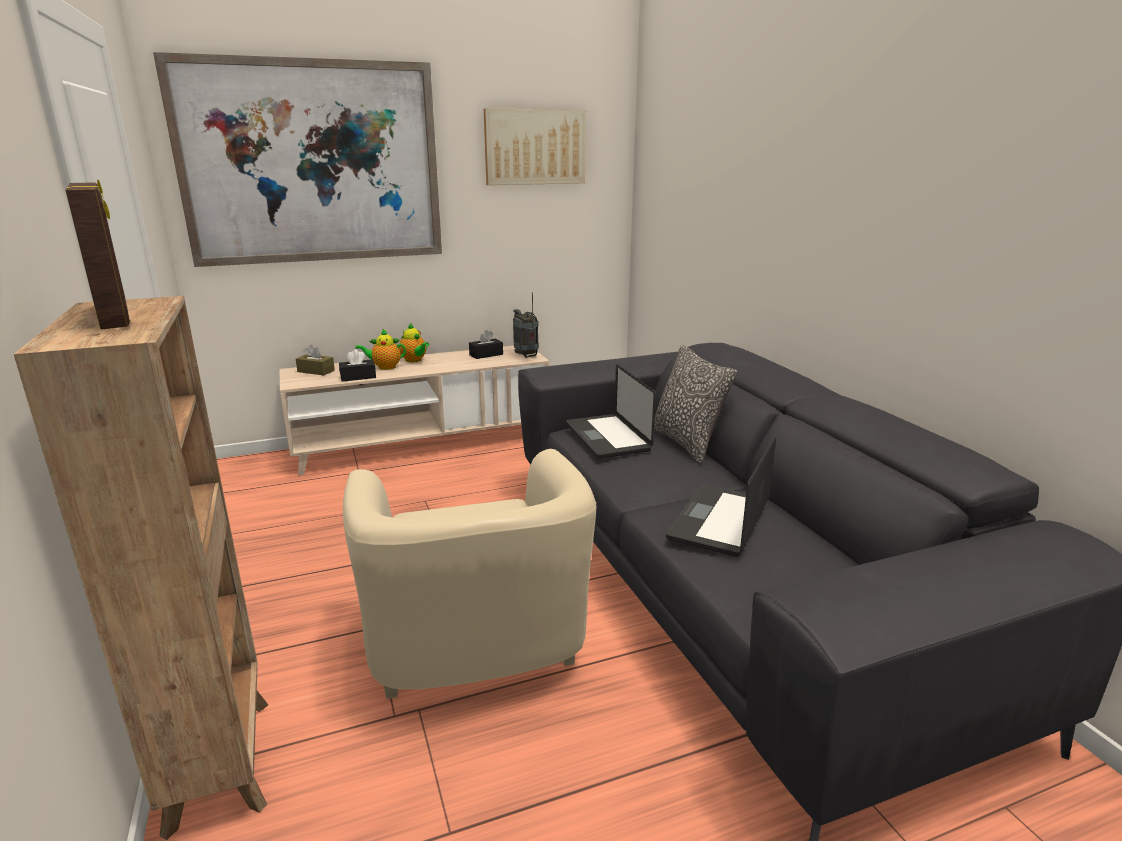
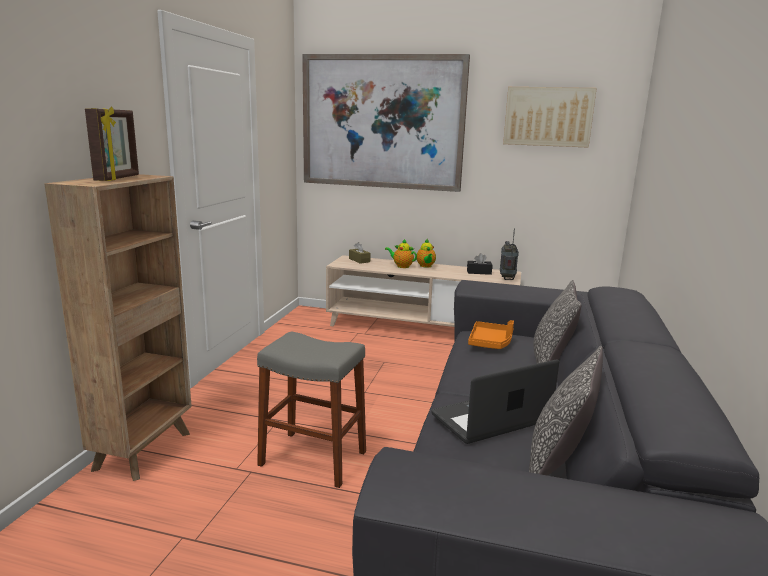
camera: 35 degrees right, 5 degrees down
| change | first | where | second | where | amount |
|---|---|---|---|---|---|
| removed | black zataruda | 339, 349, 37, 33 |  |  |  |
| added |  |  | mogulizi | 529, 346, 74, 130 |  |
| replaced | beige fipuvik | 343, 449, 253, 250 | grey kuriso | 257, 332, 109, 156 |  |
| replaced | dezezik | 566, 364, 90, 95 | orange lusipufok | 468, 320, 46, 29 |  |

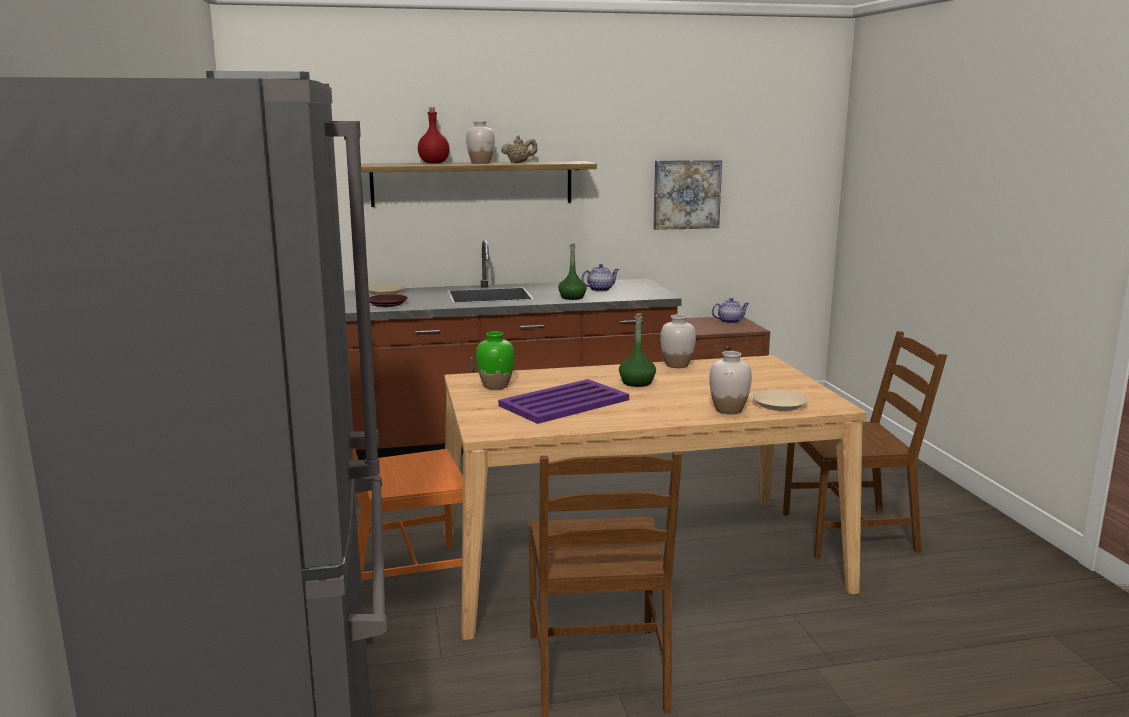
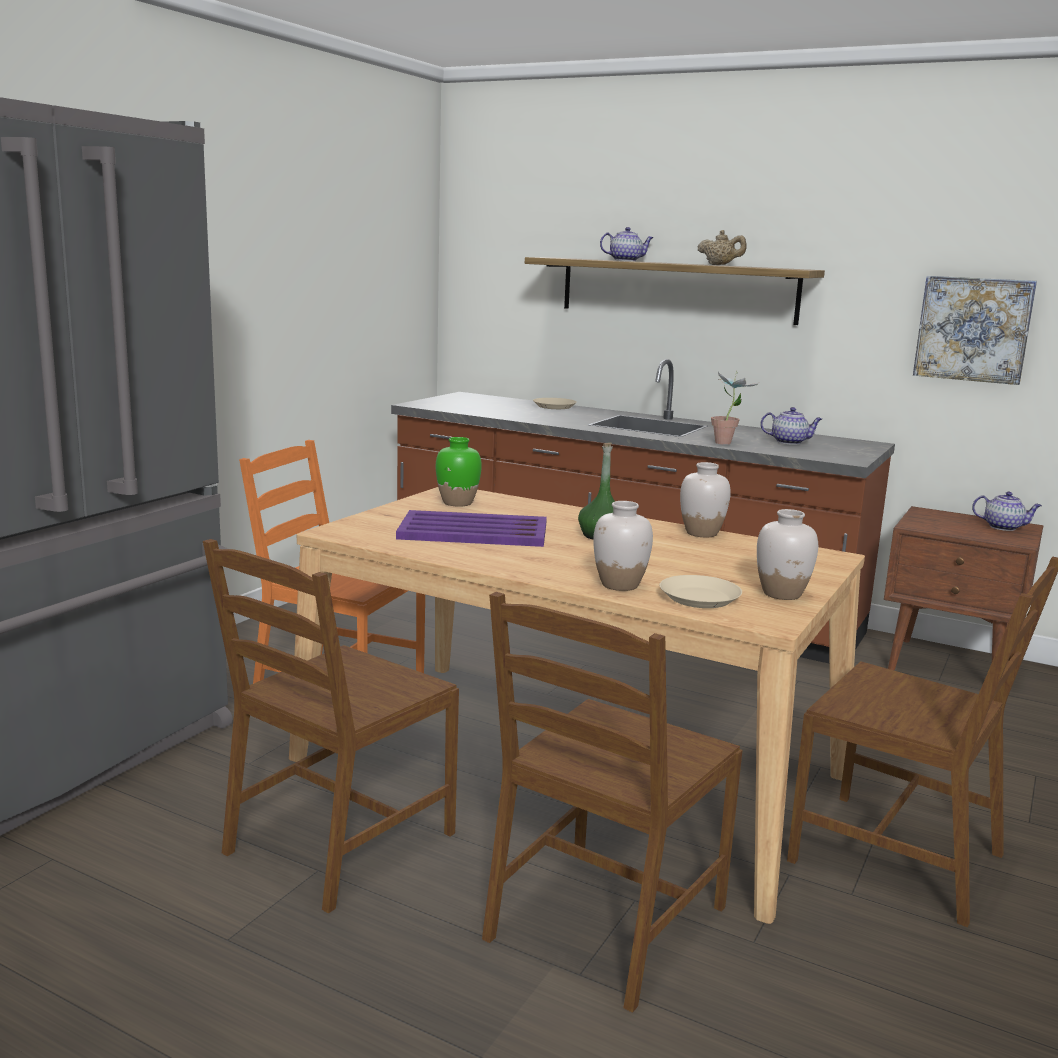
camera: 40 degrees right, 0 degrees up
| change | first | where | second | where | amount |
|---|---|---|---|---|---|
| removed | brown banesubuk | 369, 294, 39, 13 |  |  |  |
| added |  |  | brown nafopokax | 482, 592, 260, 421 |  |
| moved | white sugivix | 466, 121, 29, 43 |  | 757, 509, 61, 91 |  |
| replaced | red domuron | 418, 108, 32, 56 | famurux | 600, 227, 54, 34 |  |
| replaced | green domuron | 558, 243, 29, 57 | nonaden | 711, 371, 49, 74 |  |

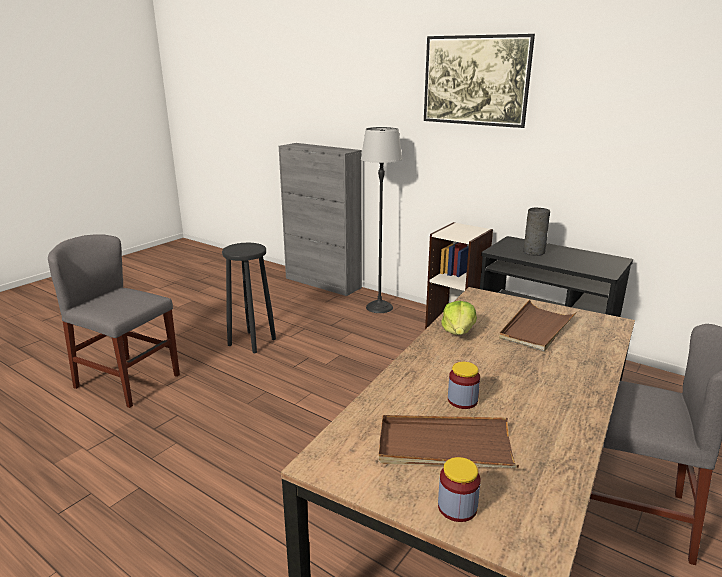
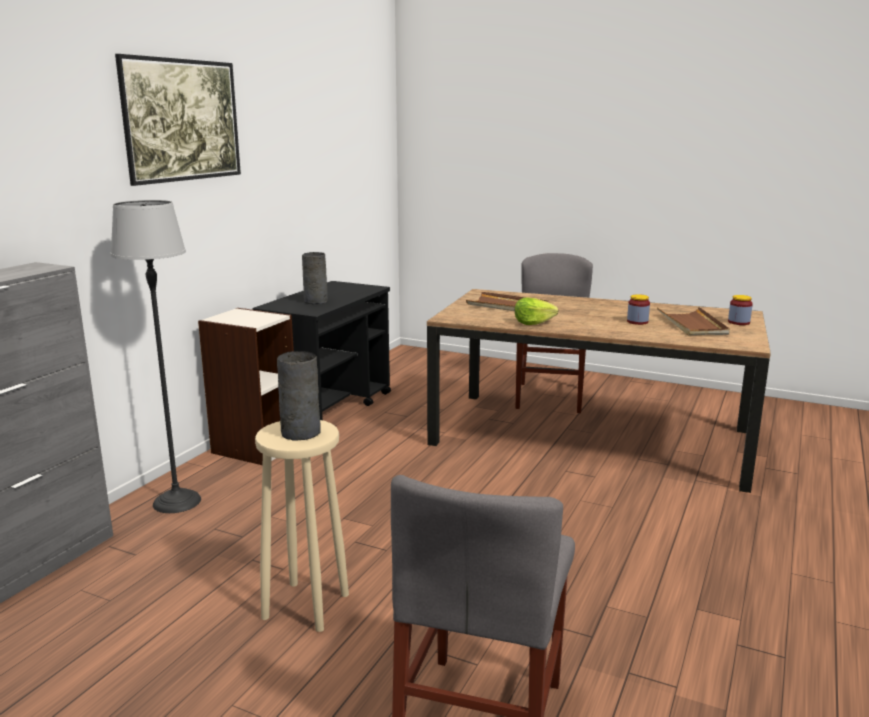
camera: 100 degrees left, 5 degrees down
| change | first | where | second | where | amount |
|---|---|---|---|---|---|
| added |  |  | grey sugivix | 277, 351, 44, 90 |  |
| recoloured | black kuriso | 222, 243, 54, 110 | beige kuriso | 255, 420, 94, 212 |  |

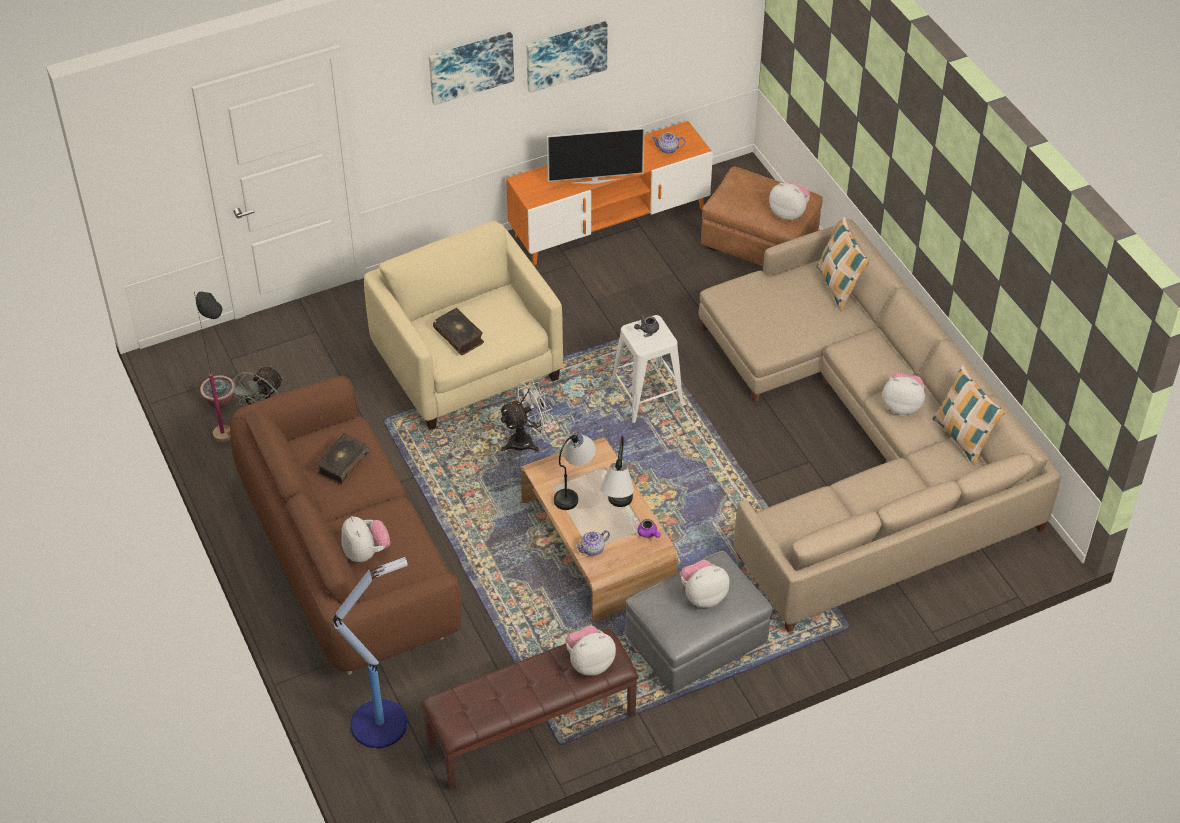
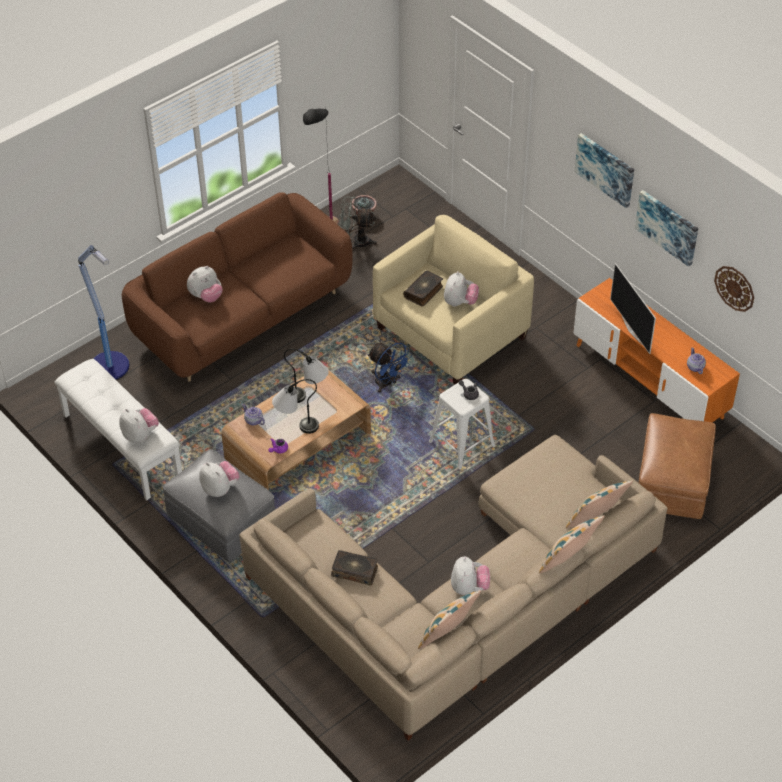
camera: 75 degrees right, 0 degrees up
| change | first | where | second | where | amount |
|---|---|---|---|---|---|
| added |  |  | mogulizi | 539, 515, 66, 58 |  |
| added |  |  | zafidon | 714, 266, 40, 46 |  |
| moved | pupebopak | 316, 433, 54, 52 |  | 331, 550, 47, 36 |  |
| moved | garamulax | 769, 182, 41, 38 |  | 444, 271, 35, 36 |  |
| recoloured | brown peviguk | 421, 628, 218, 162 | white peviguk | 54, 359, 128, 141 |  |
| recoloured | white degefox | 498, 379, 56, 73 | blue degefox | 367, 343, 45, 50 |  |

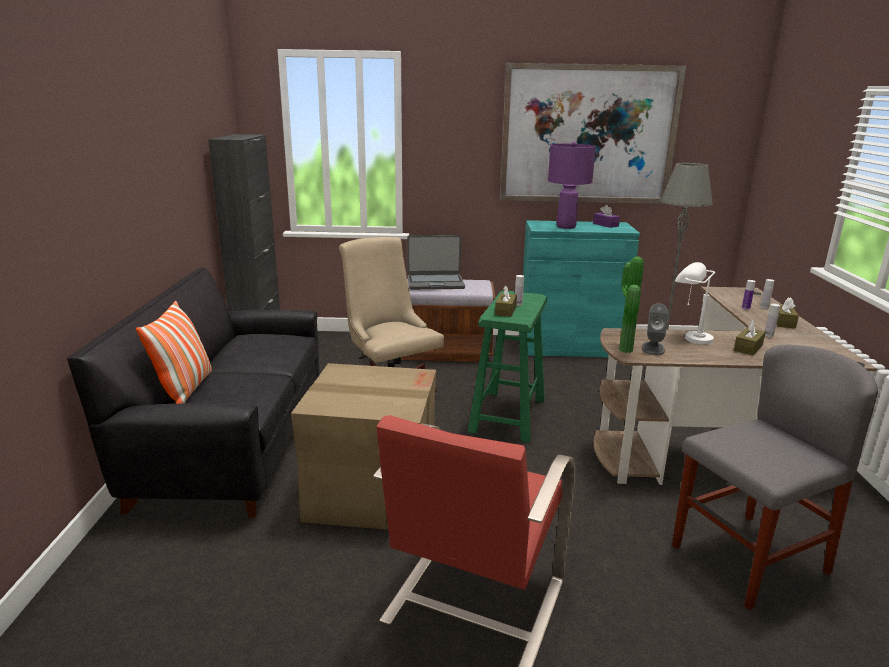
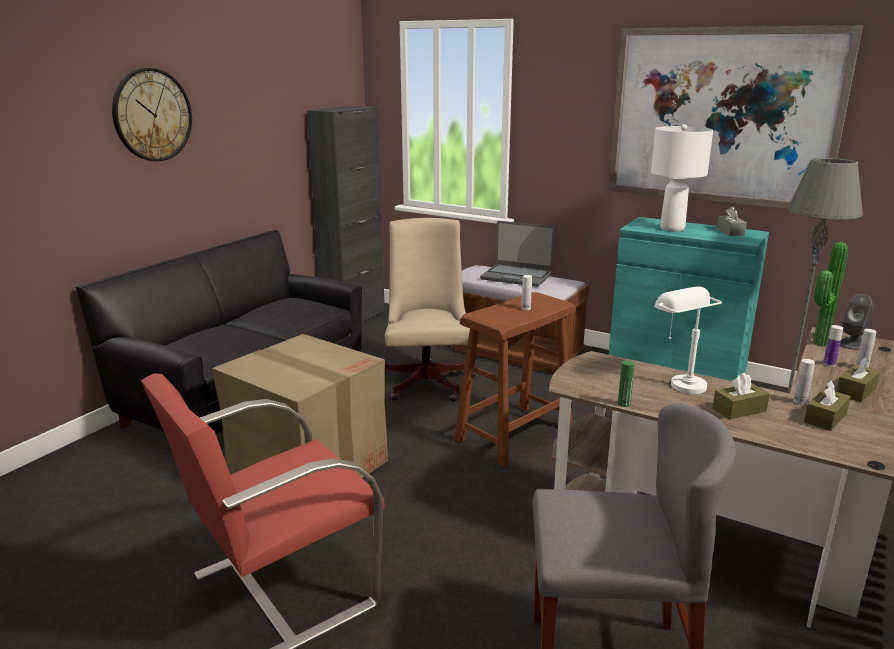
camera: 30 degrees right, 0 degrees up
| change | first | where | second | where | amount |
|---|---|---|---|---|---|
| removed | mogulizi | 136, 301, 76, 103 |  |  |  |
| added |  |  | zafidon | 112, 68, 80, 93 |  |
| added |  |  | green domuron | 618, 360, 16, 47 |  |
| moved | brown zataruda | 495, 285, 22, 32 |  | 804, 380, 47, 51 |  |
| moved | nonaden | 619, 257, 25, 96 |  | 813, 242, 35, 104 |  |
| moved | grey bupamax | 642, 303, 26, 52 |  | 840, 294, 34, 56 |  |
| recoloured | green kuriso | 468, 291, 79, 152 | brown kuriso | 454, 292, 122, 175 |  |
| recoloured | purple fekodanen | 548, 142, 48, 87 | white fekodanen | 651, 124, 62, 108 |  |
| recoloured | purple zataruda | 593, 205, 27, 23 | grey zataruda | 717, 206, 30, 30 |  |

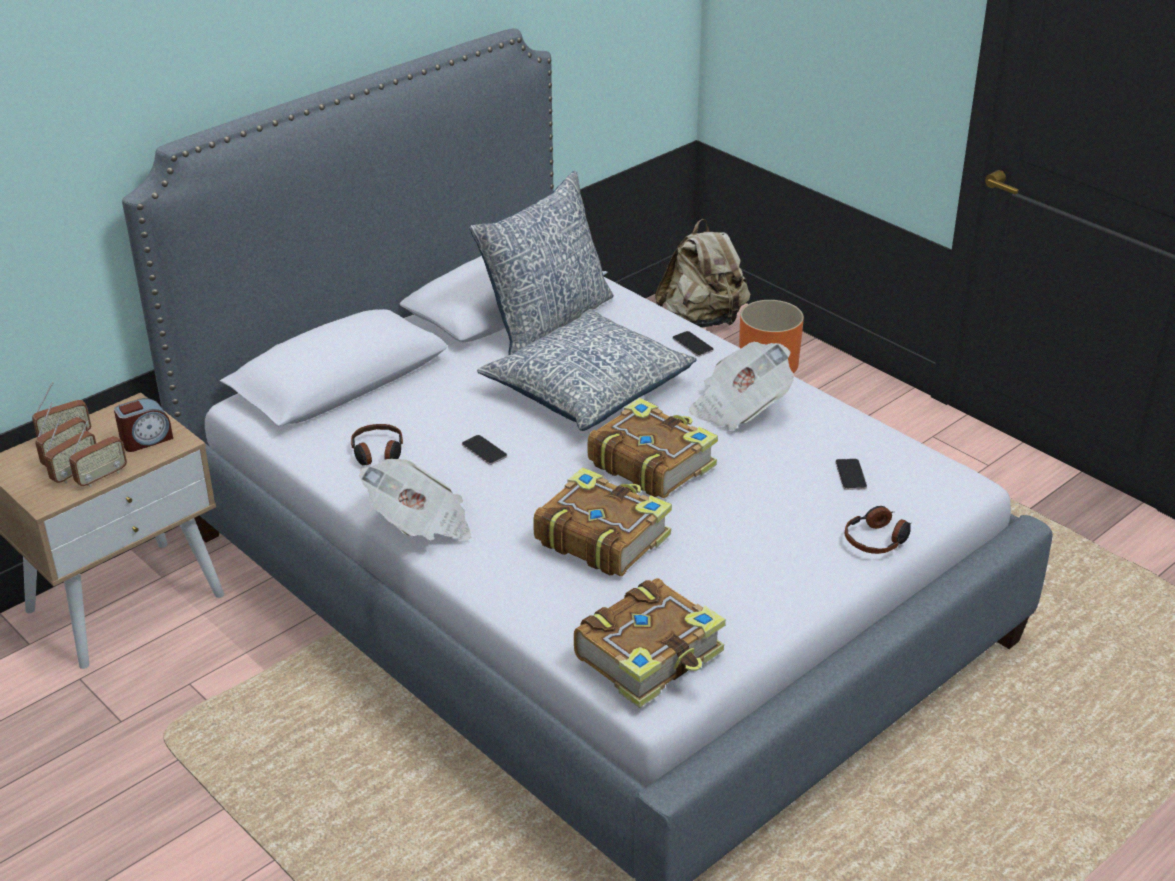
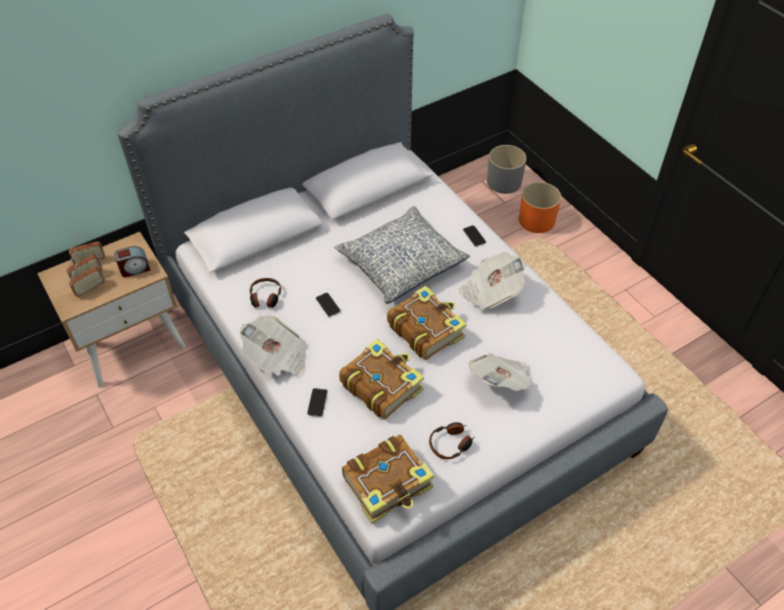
camera: 10 degrees right, 15 degrees up
| change | first | where | second | where | amount |
|---|---|---|---|---|---|
| removed | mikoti | 69, 420, 58, 67 |  |  |  |
| removed | mogulizi | 469, 171, 145, 185 |  |  |  |
| added |  |  | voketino | 468, 353, 64, 38 |  |
| moved | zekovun | 835, 459, 32, 31 |  | 307, 388, 21, 29 |  |
| moved | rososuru | 845, 506, 66, 48 |  | 429, 422, 45, 37 |  |
| replaced | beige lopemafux | 655, 219, 95, 109 | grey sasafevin | 487, 145, 39, 49 |  |

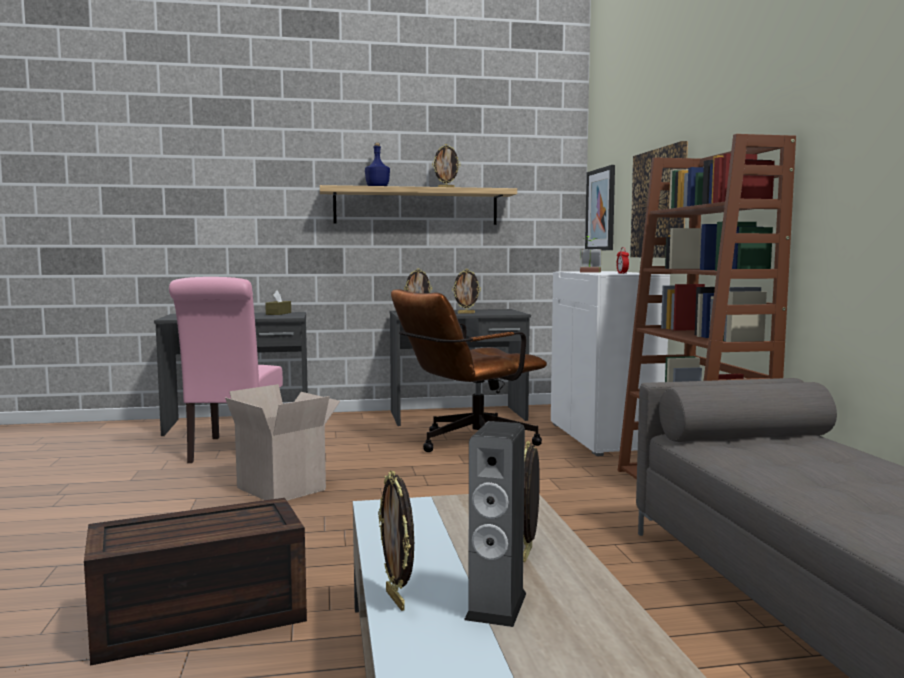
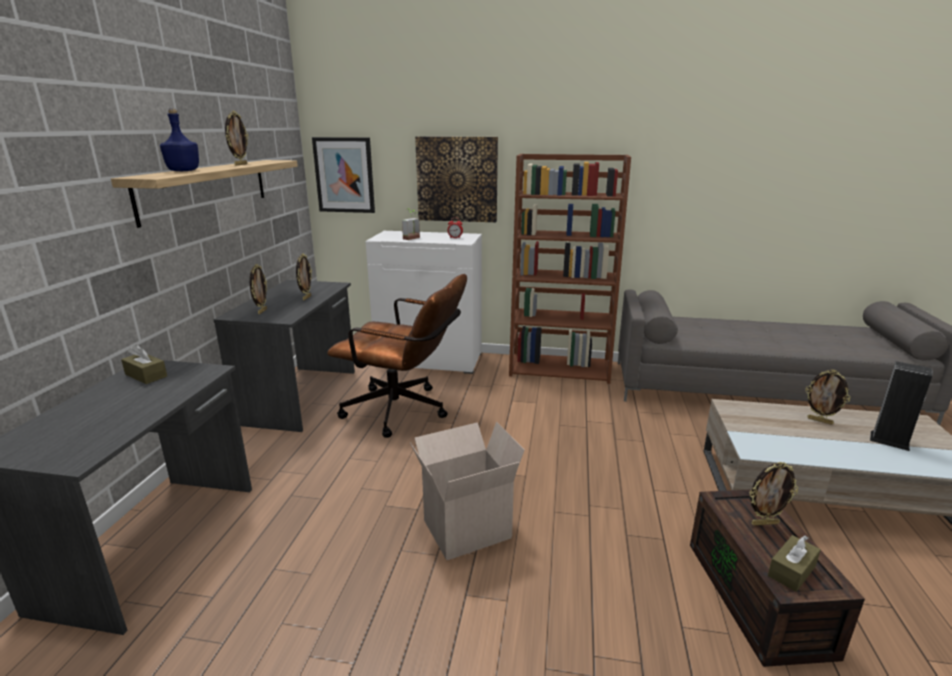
camera: 70 degrees left, 15 degrees up
| change | first | where | second | where | amount |
|---|---|---|---|---|---|
| removed | pink nafopokax | 169, 277, 114, 186 |  |  |  |
| added |  |  | brown zataruda | 768, 535, 53, 57 |  |
| moved | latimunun | 378, 470, 36, 141 |  | 749, 462, 49, 64 |  |
| turned | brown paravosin | 391, 289, 156, 163 |  | 327, 274, 140, 164 | 60 degrees counterclockwise |

